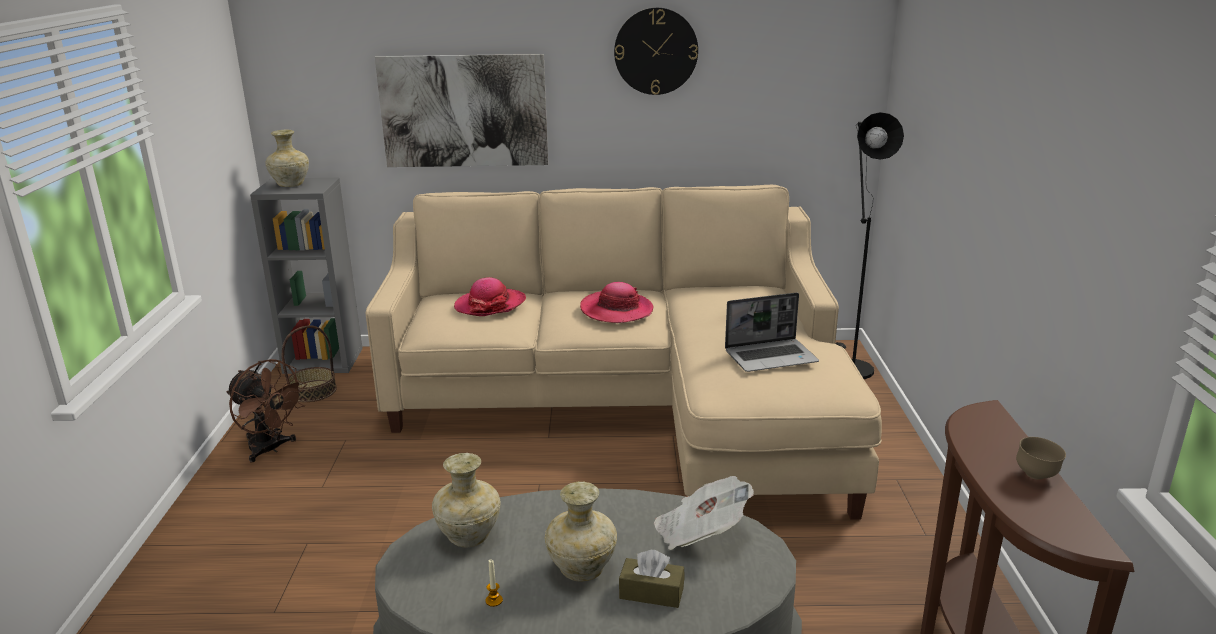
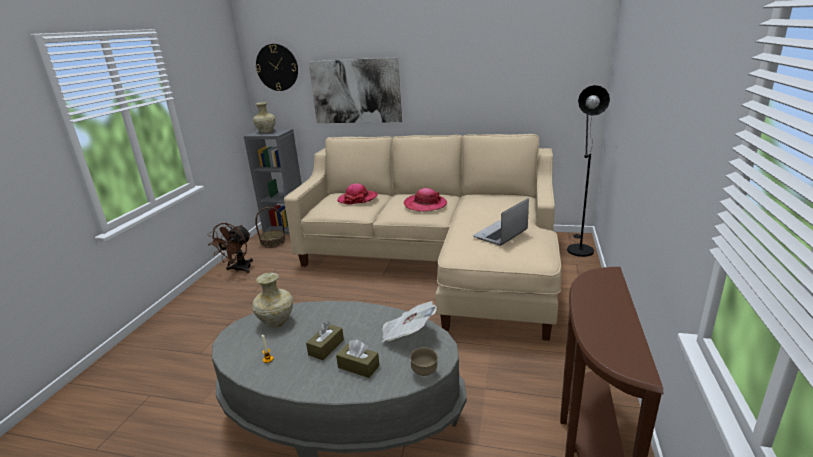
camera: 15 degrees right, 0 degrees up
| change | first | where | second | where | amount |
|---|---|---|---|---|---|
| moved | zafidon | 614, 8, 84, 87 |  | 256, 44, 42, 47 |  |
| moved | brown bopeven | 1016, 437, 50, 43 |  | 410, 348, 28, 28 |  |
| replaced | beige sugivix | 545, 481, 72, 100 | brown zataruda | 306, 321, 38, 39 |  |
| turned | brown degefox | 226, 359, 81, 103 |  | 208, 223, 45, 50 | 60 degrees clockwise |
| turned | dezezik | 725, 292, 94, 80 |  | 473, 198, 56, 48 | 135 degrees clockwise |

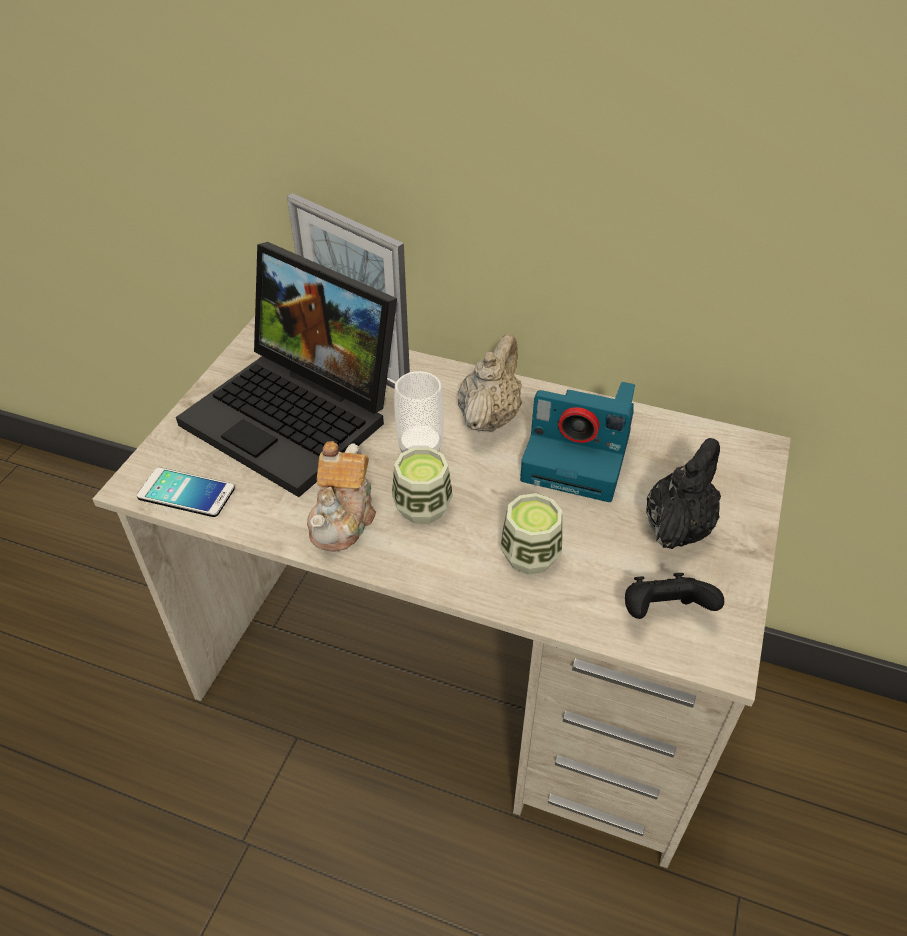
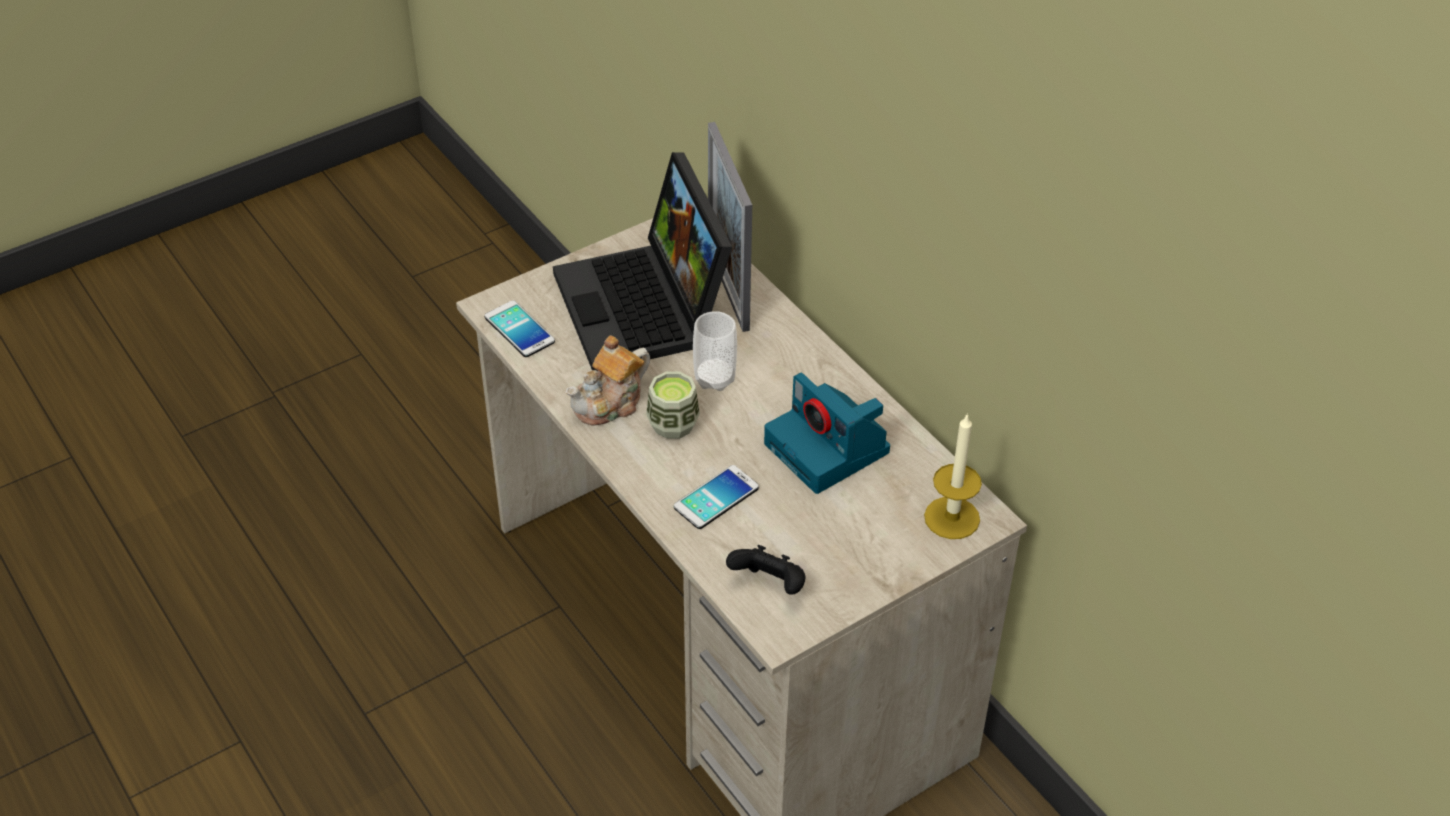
camera: 35 degrees right, 0 degrees up
| change | first | where | second | where | amount |
|---|---|---|---|---|---|
| removed | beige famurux | 458, 334, 64, 98 |  |  |  |
| removed | black famurux | 646, 438, 75, 111 |  |  |  |
| added |  |  | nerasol | 924, 413, 58, 126 |  |
| replaced | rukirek | 500, 493, 62, 82 | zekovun | 674, 465, 85, 64 |  |

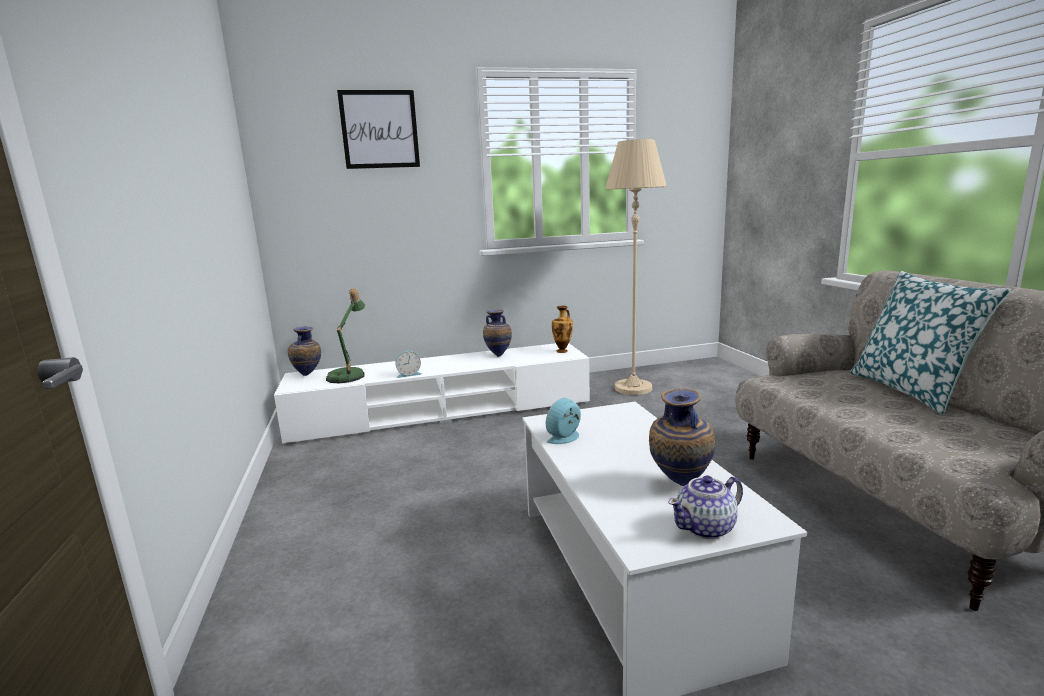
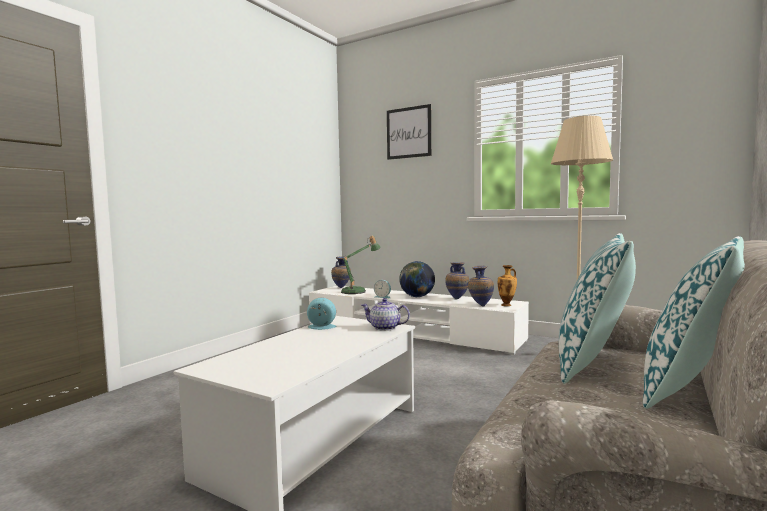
camera: 45 degrees right, 10 degrees down
| change | first | where | second | where | amount |
|---|---|---|---|---|---|
| added |  |  | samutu | 399, 261, 36, 36 |  |
| added |  |  | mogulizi | 559, 233, 77, 151 |  |
| moved | sugivix | 649, 389, 66, 97 |  | 468, 266, 26, 41 |  |
| moved | famurux | 668, 475, 75, 64 |  | 361, 298, 49, 33 |  |

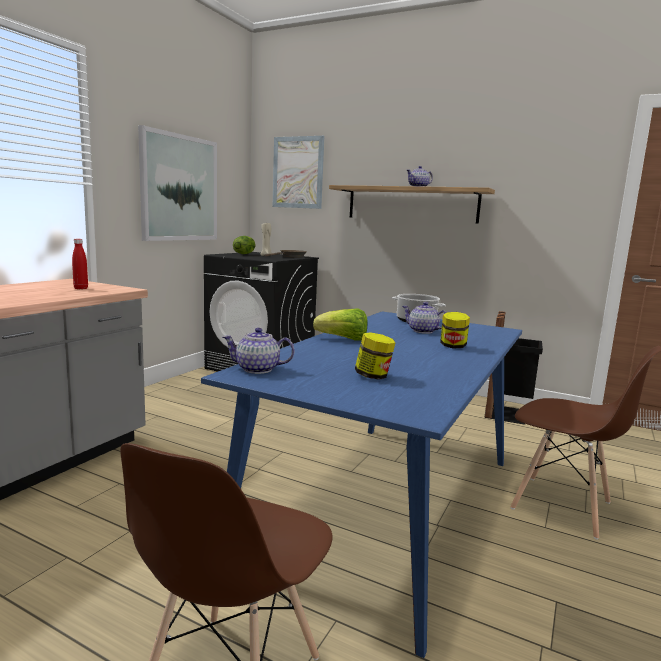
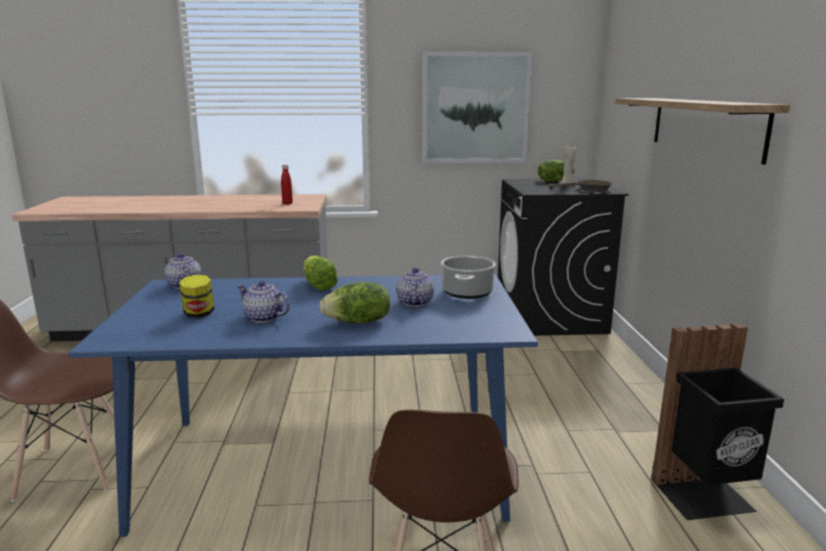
camera: 60 degrees right, 5 degrees up
| change | first | where | second | where | amount |
|---|---|---|---|---|---|
| removed | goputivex | 273, 136, 51, 73 |  |  |  |
| moved | famurux | 407, 166, 26, 21 |  | 237, 281, 53, 42 |  |
| replaced | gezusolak | 440, 312, 30, 37 | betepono | 319, 282, 71, 42 |  |

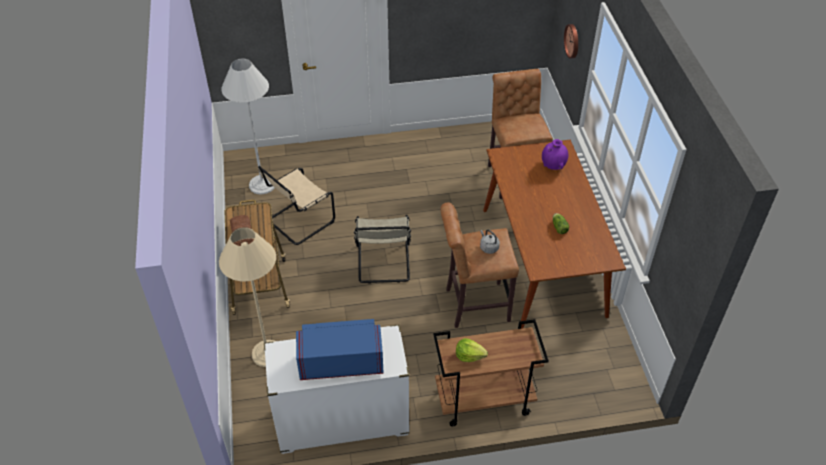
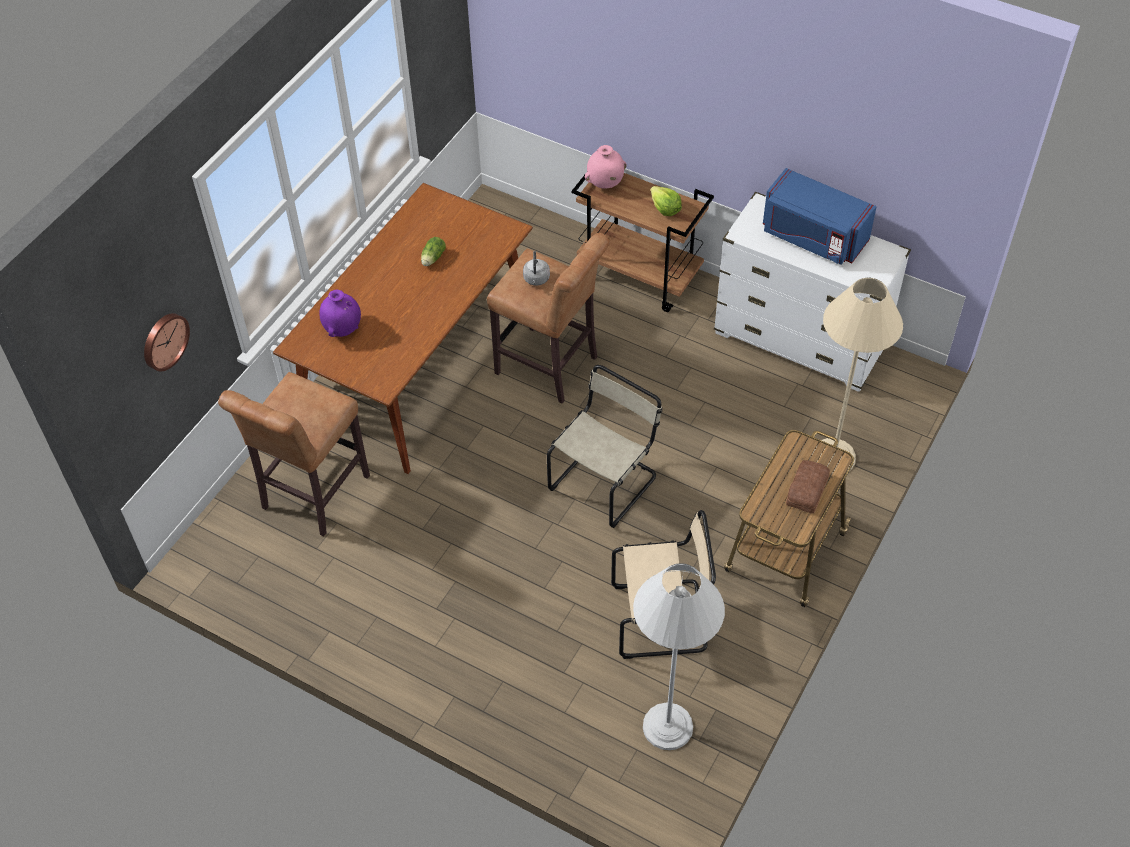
camera: 140 degrees left, 5 degrees up
| change | first | where | second | where | amount |
|---|---|---|---|---|---|
| added |  |  | pink sugivix | 585, 145, 42, 43 |  |

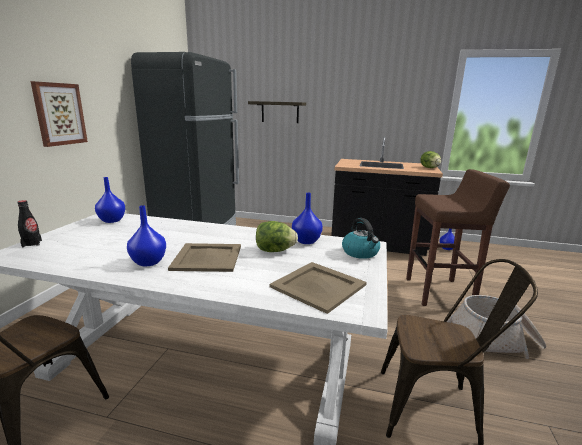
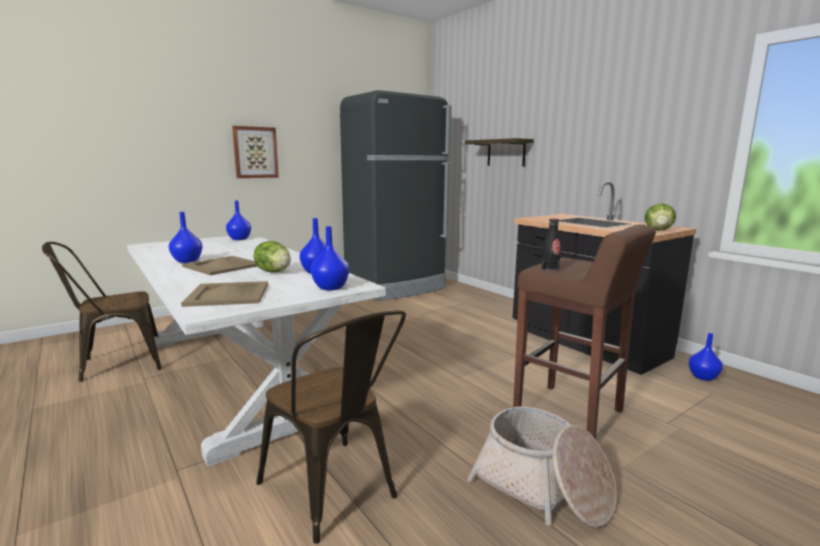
camera: 40 degrees right, 5 degrees down
| change | first | where | second | where | amount |
|---|---|---|---|---|---|
| moved | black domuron | 17, 200, 25, 47 |  | 542, 218, 19, 53 |  |
| replaced | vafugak | 342, 218, 38, 41 | blue sugivix | 311, 226, 38, 64 |  |

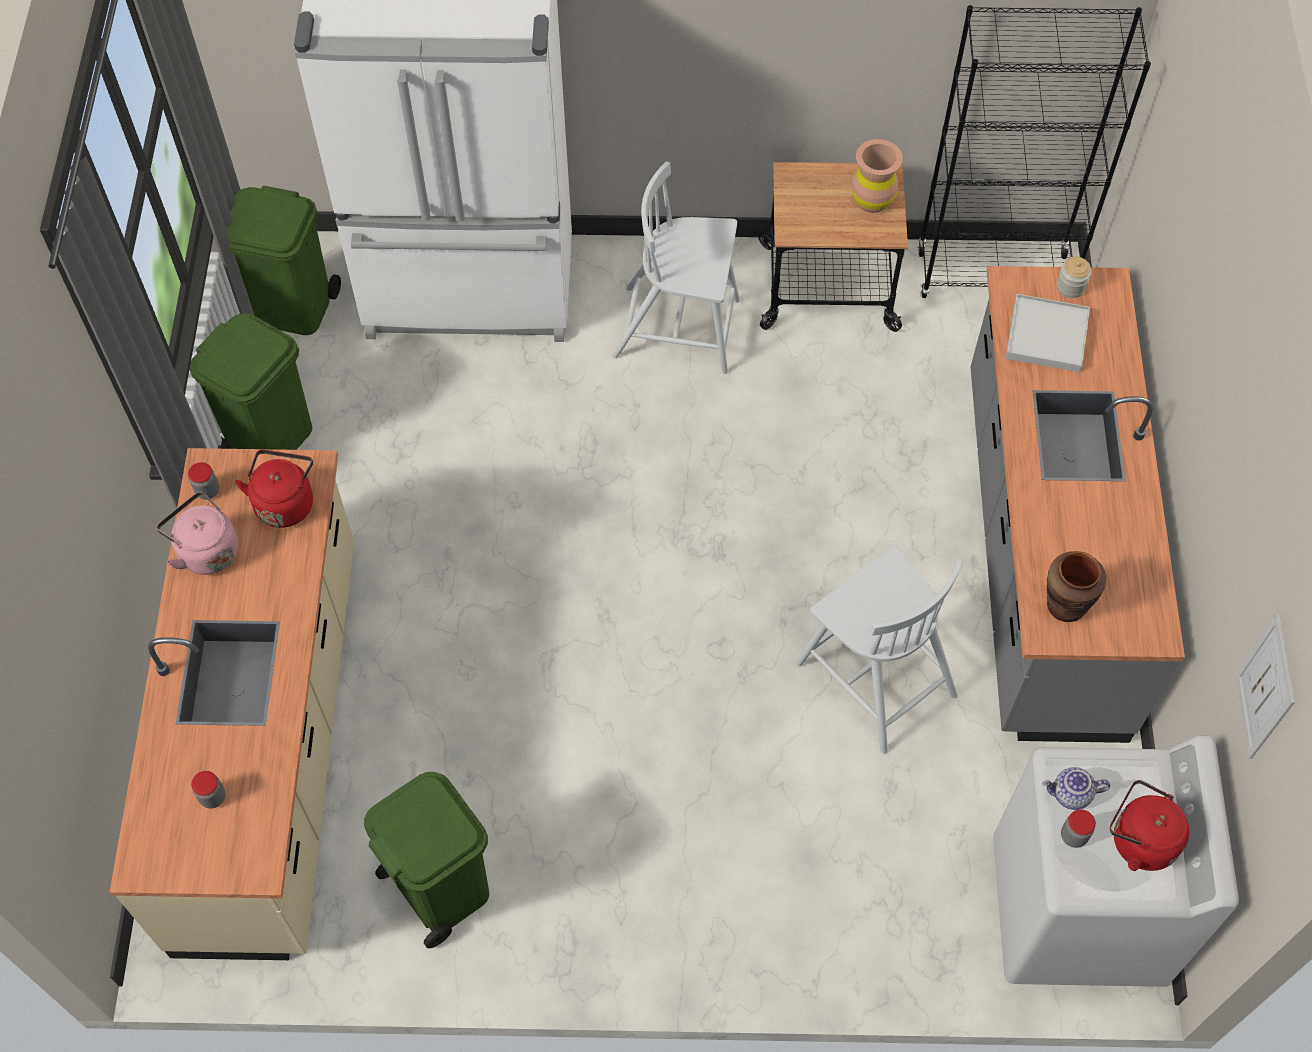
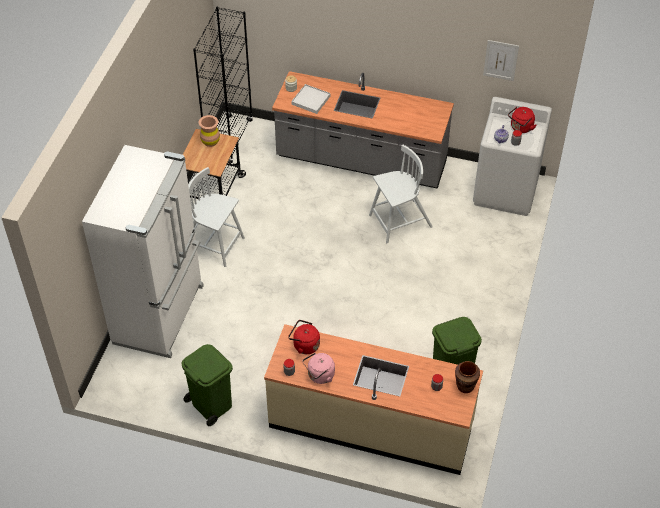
camera: 75 degrees left, 10 degrees down
| change | first | where | second | where | amount |
|---|---|---|---|---|---|
| removed | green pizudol | 226, 186, 115, 149 |  |  |  |
| moved | brown sugivix | 1046, 551, 60, 71 |  | 455, 361, 25, 32 |  |
| turned | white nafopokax | 612, 161, 128, 213 |  | 188, 167, 57, 100 | 90 degrees clockwise |

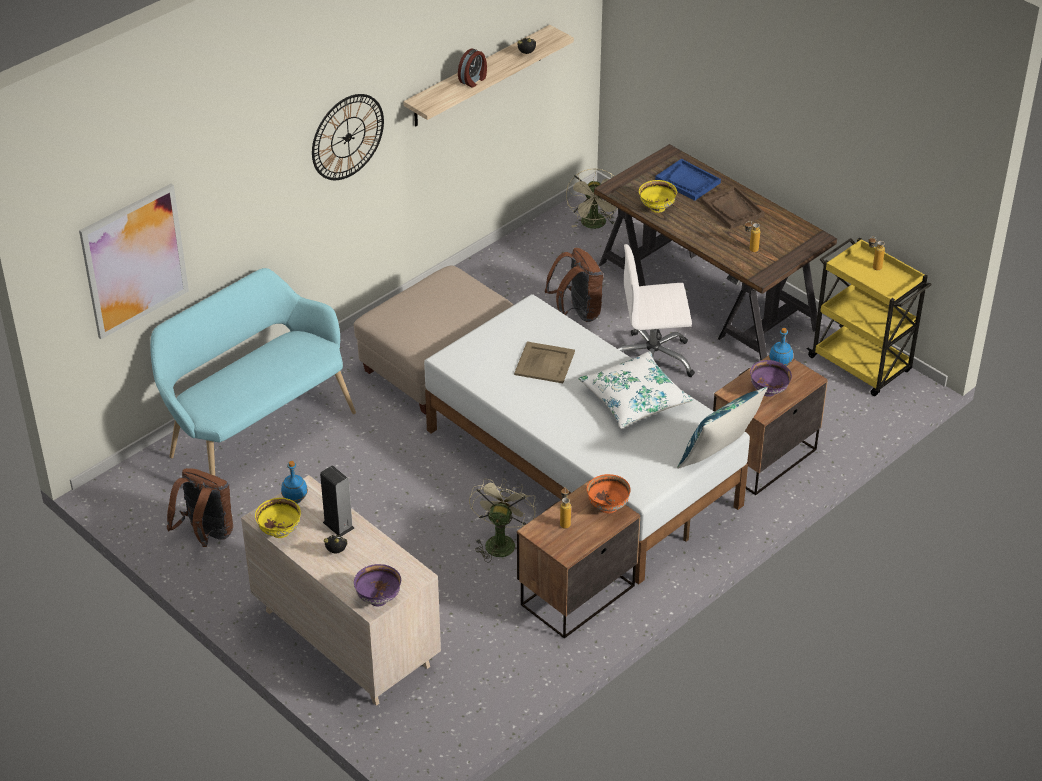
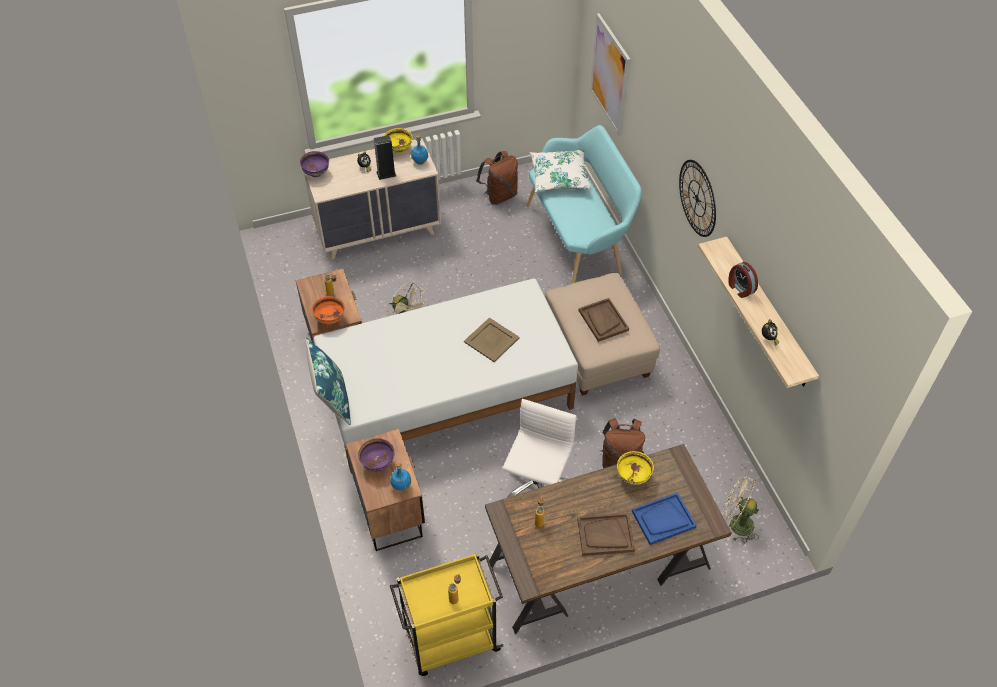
camera: 115 degrees right, 10 degrees up
| change | first | where | second | where | amount |
|---|---|---|---|---|---|
| added |  |  | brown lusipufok | 579, 298, 50, 44 |  |
| moved | white mogulizi | 578, 351, 115, 78 |  | 529, 150, 62, 43 |  |

